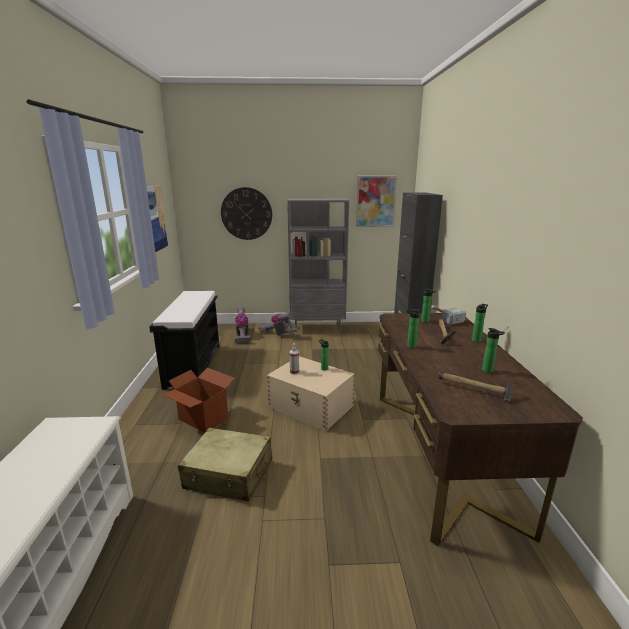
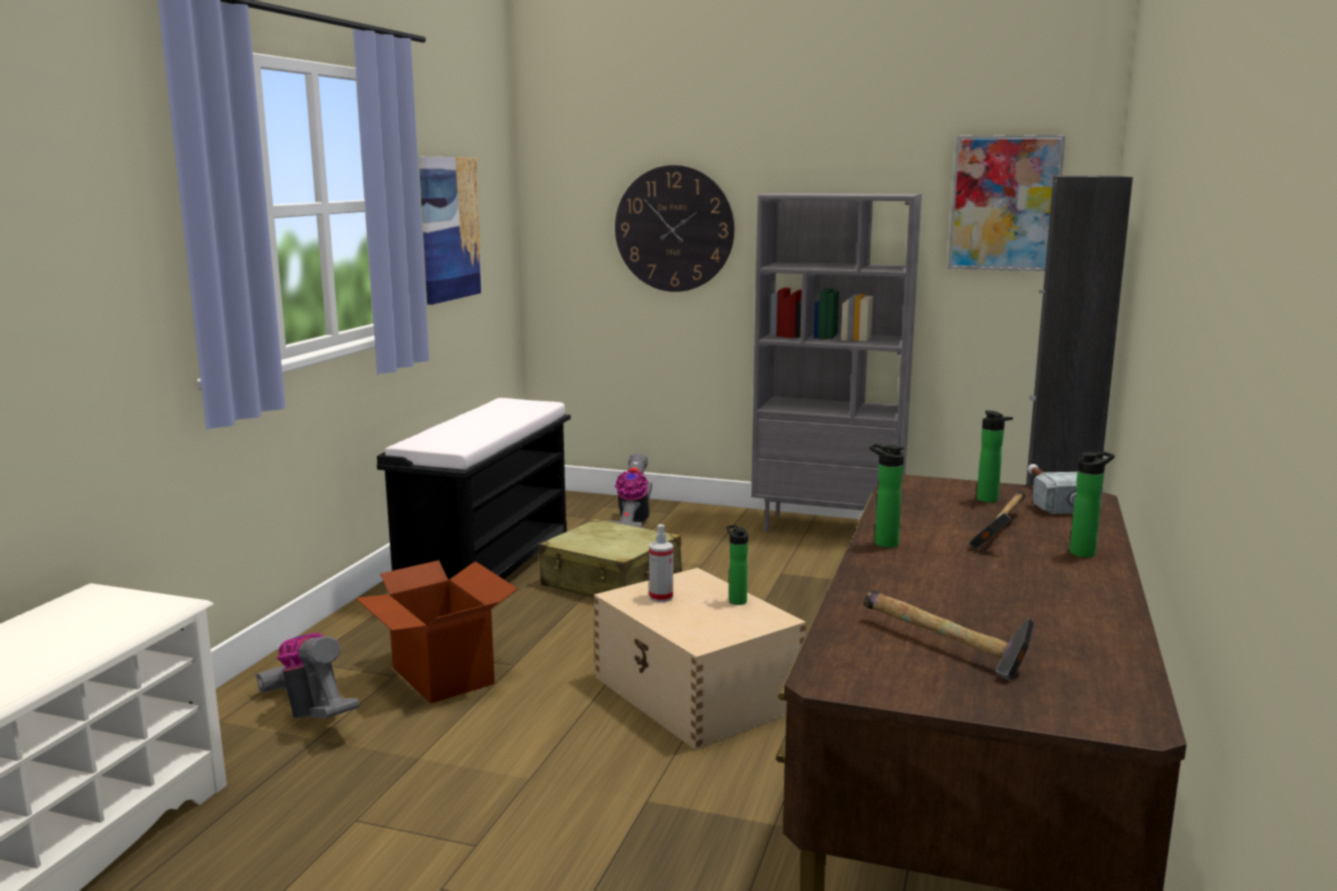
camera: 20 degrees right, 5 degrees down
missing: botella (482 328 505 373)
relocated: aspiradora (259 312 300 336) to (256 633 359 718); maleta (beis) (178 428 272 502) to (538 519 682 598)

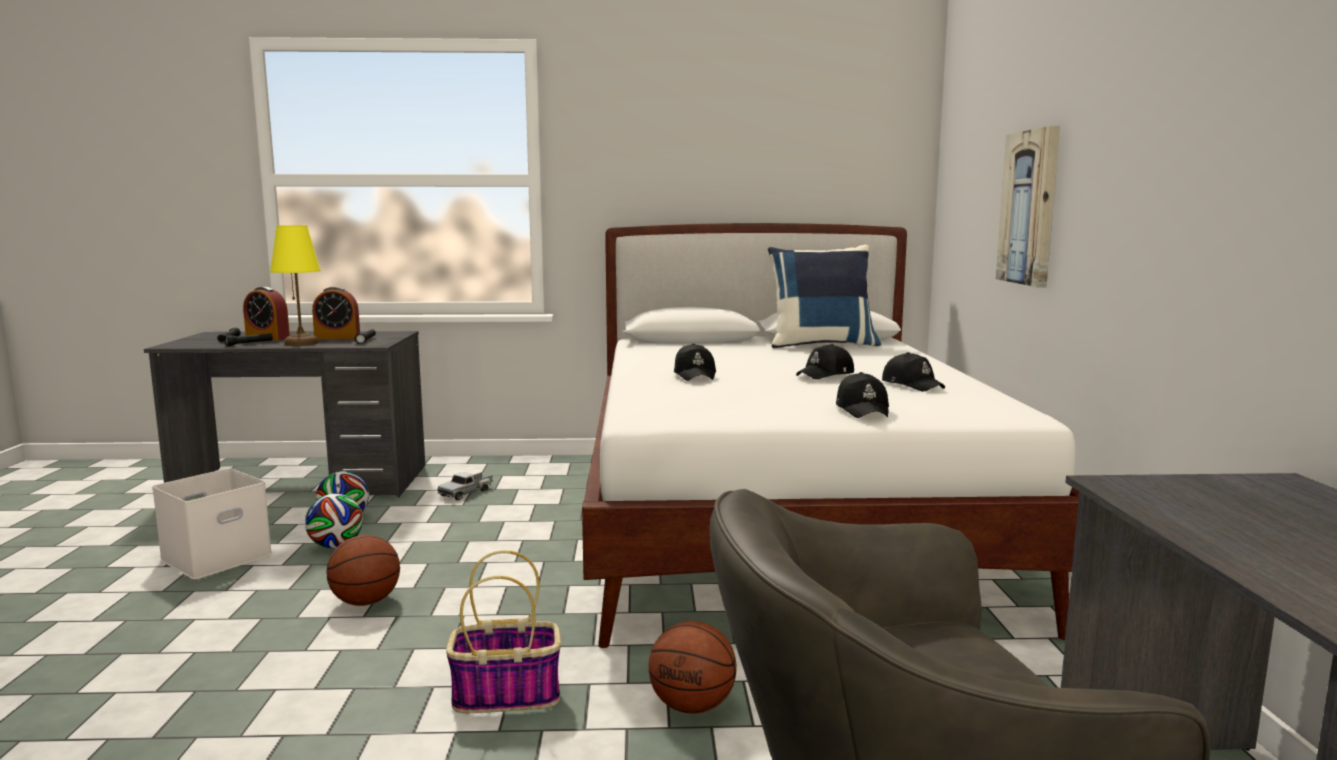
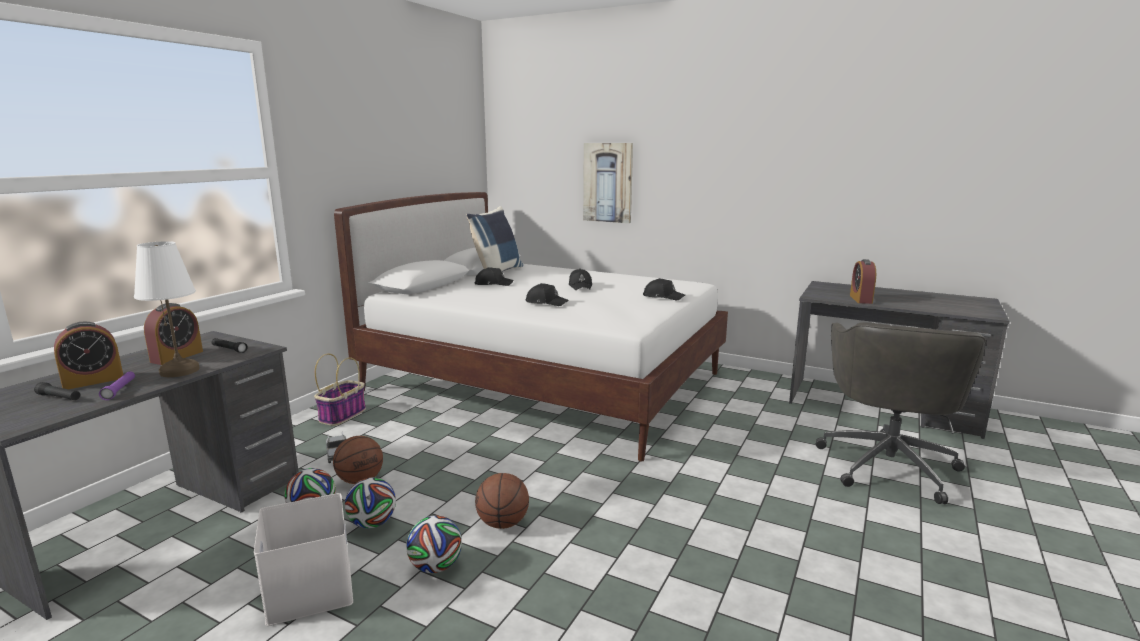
camera: 60 degrees left, 5 degrees up
appeared: balón de fútbol (406 515 462 573); despertador (850 259 876 304)
relocated: cesta (446 550 561 713) to (314 354 366 426); balón de baloncesto (649 621 736 714) to (333 436 383 484); gorra (negro) (882 352 945 391) to (474 267 514 286)
colour: linterna (negro) (224 333 273 346) to linterna (morado) (99 371 135 400); lámpara de mesa (amarillo) (270 225 321 346) to lámpara de mesa (blanco) (134 241 200 377)

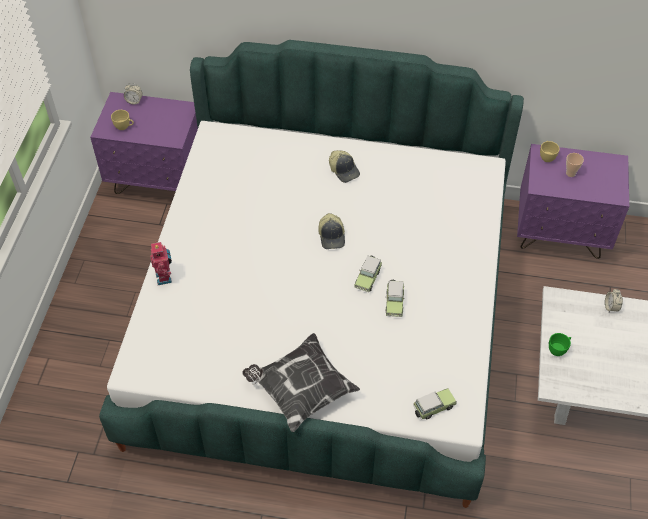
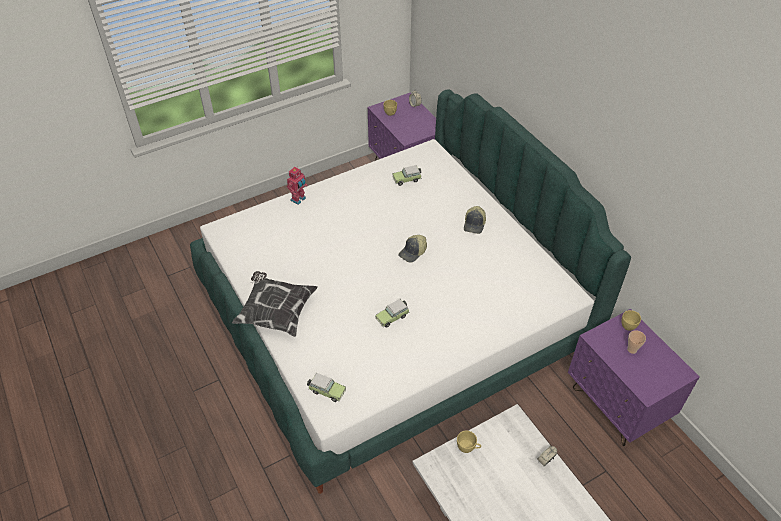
camera: 50 degrees right, 5 degrees down
relocated: coche de juguete (354 256 382 292) to (392 165 421 186)
colour: taza (verde) (549 333 571 356) to taza (amarillo) (457 431 481 453)

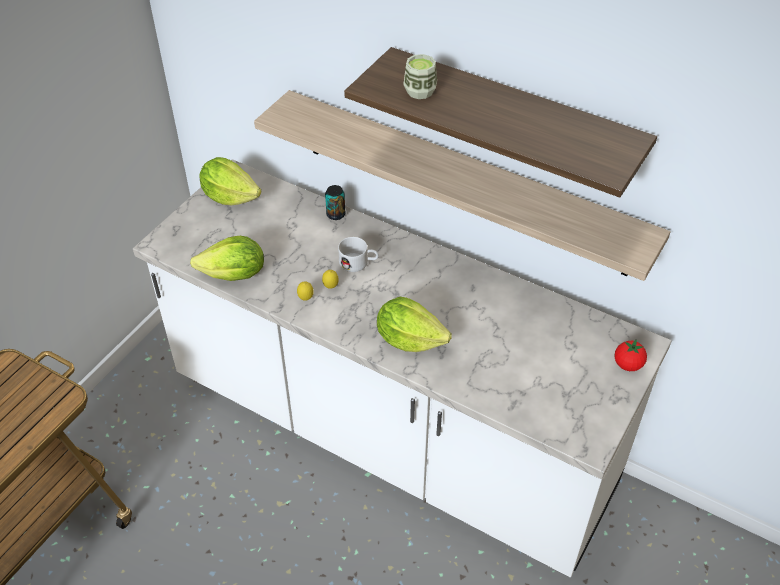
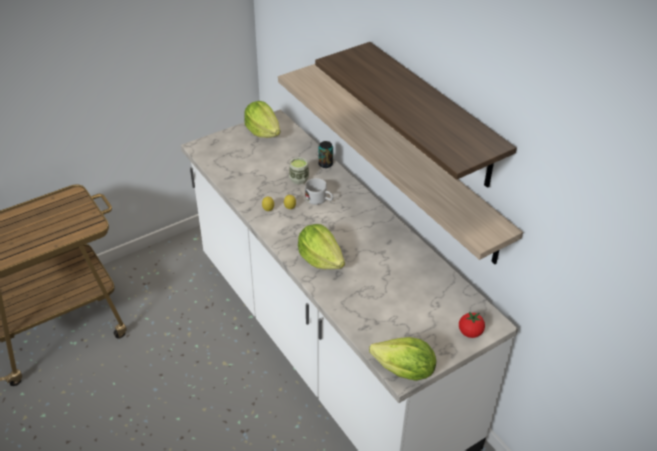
camera: 25 degrees right, 5 degrees down
relocated: taza (403 54 437 99) to (289 157 309 185); lechuga (190 236 264 281) to (369 337 436 381)

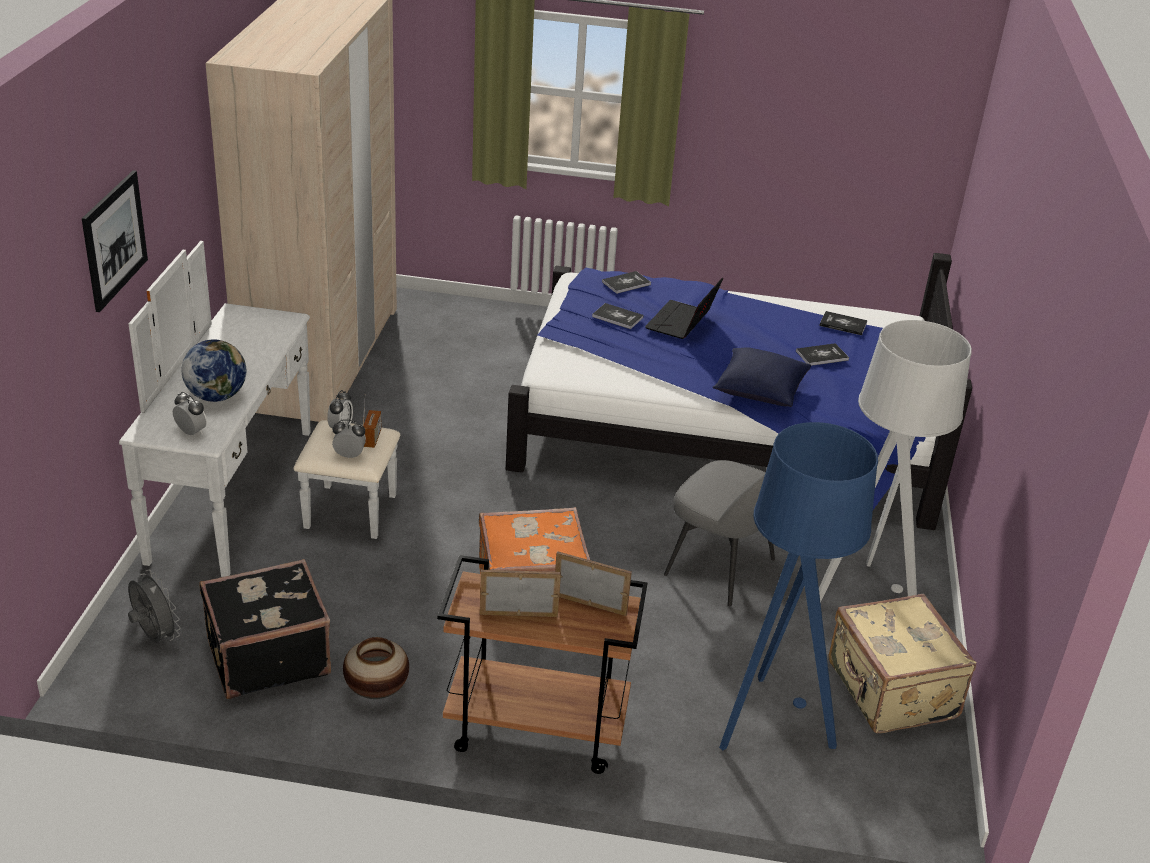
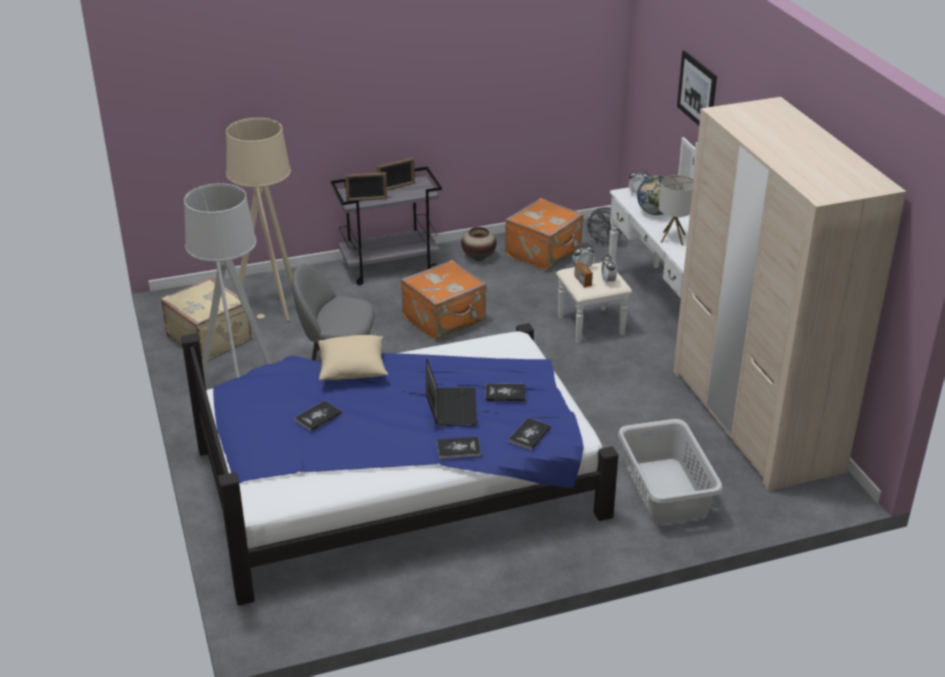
camera: 155 degrees right, 0 degrees up
appeared: cesto de la ropa (gris) (618 419 723 524); lámpara de mesa (659 175 694 245)
relocated: libro (820 311 868 336) to (437 437 481 459)
colour: lámpara de pie (azul) (719 422 878 750) to lámpara de pie (beis) (226 118 293 321); cojín (azul) (712 347 811 407) to cojín (beis) (318 335 388 381); carrito (marrón) (437 555 648 774) to carrito (gris) (331 167 442 285); maleta (negro) (199 559 331 699) to maleta (naranja) (505 198 584 271)

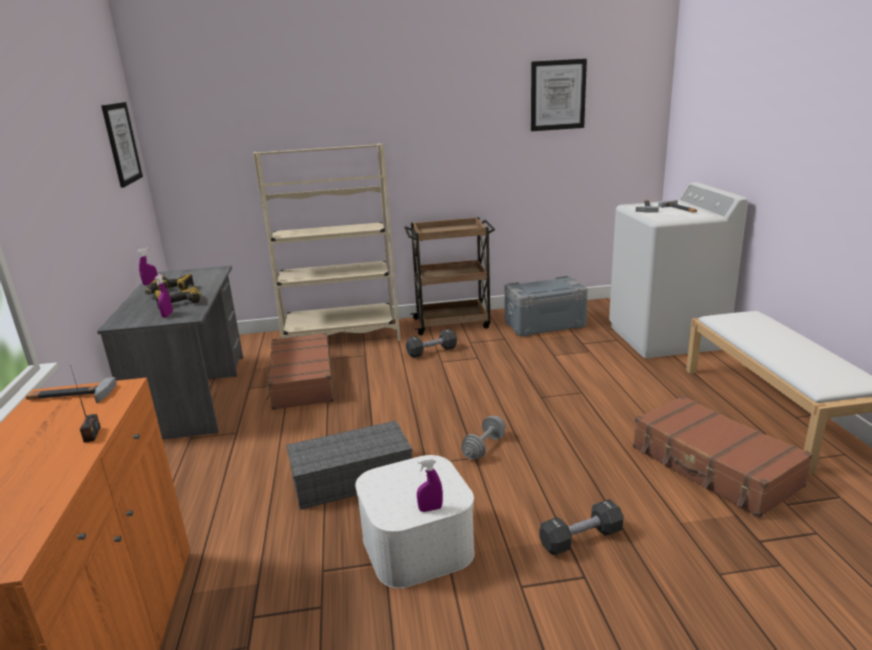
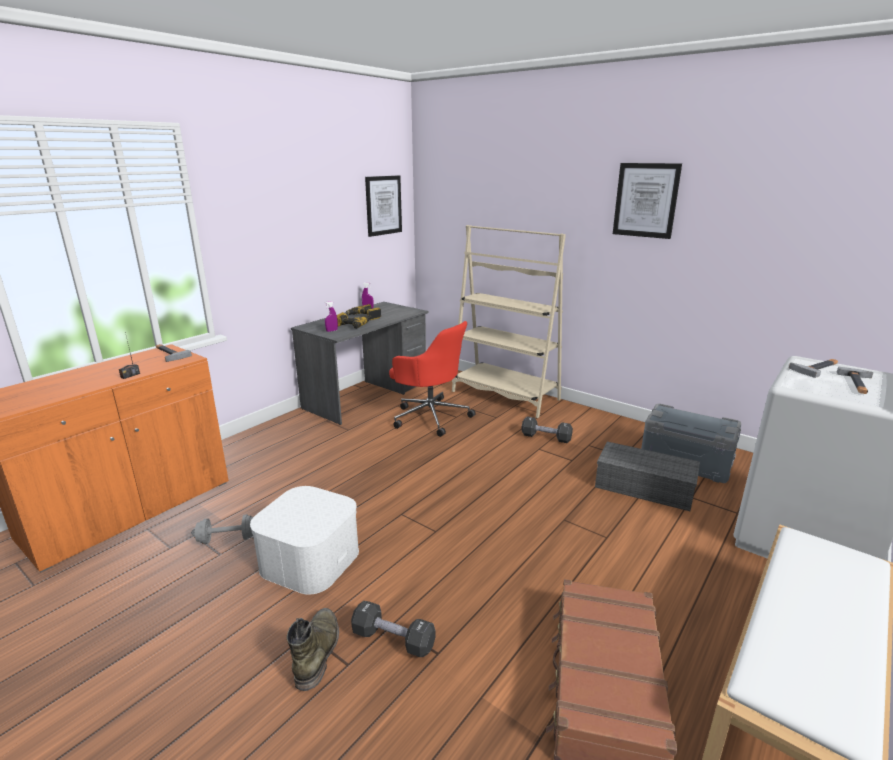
camera: 45 degrees right, 0 degrees up
missing: carrito (marrón) (404 217 495 335); pulverizador (morado) (417 458 443 512)
appeared: bota (verde) (287 608 339 691)
relocated: mancuerna (gris) (461 416 506 460) to (191 514 253 544); caja de almacenaje (gris) (286 421 413 510) to (595 442 700 511); cuadro (531 59 587 131) to (613 163 682 239)
exchanged: maleta (marrón) (266 333 334 410) to silla de oficina (rojo) (389 321 476 437)

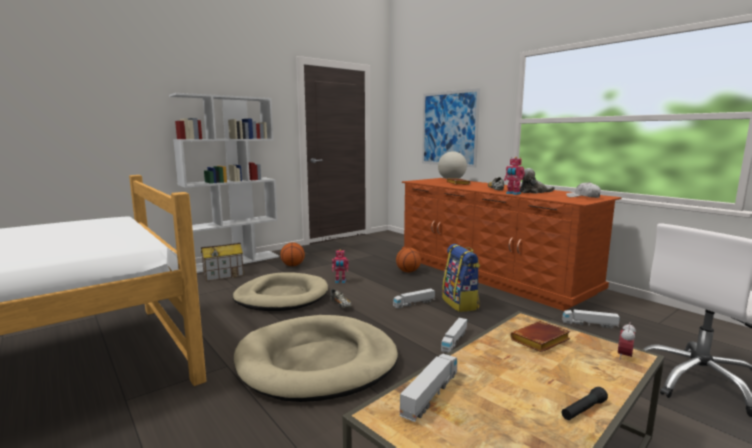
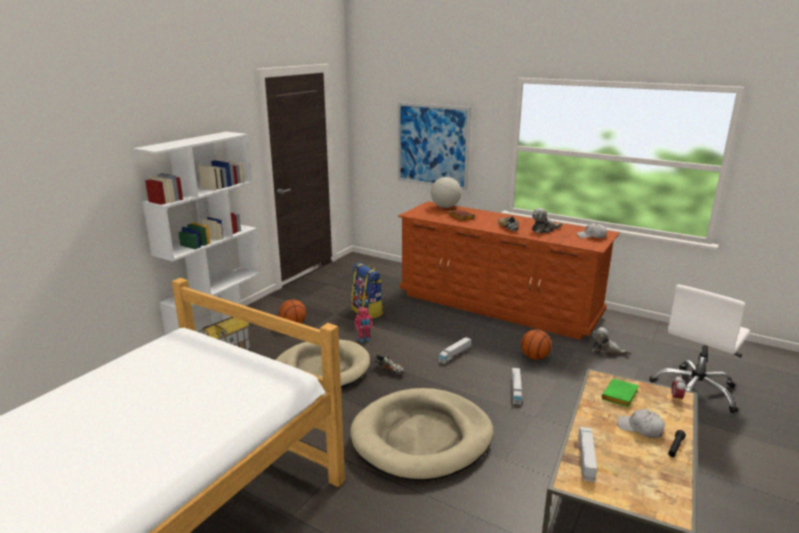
camera: 20 degrees left, 10 degrees up
missing: robot de juguete (504 157 525 195)
appeared: gorra (blanco) (617 409 665 438)
relocated: mochila (442 244 480 312) to (351 263 384 319); balón de baloncesto (396 247 421 272) to (521 329 552 360)
exchanged: camión de juguete (562 309 620 329) to peluche (592 327 629 356)
colour: libro (marrón) (510 321 570 352) to libro (verde) (601 379 639 407)

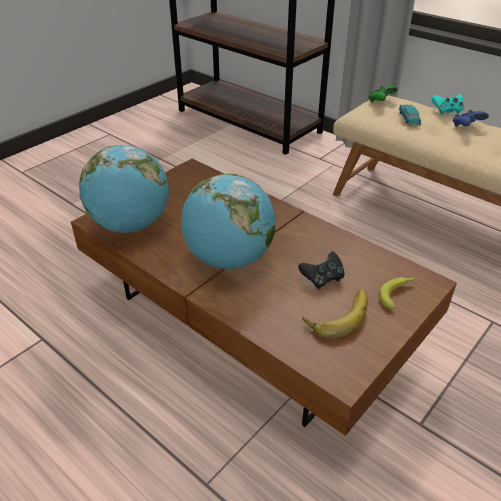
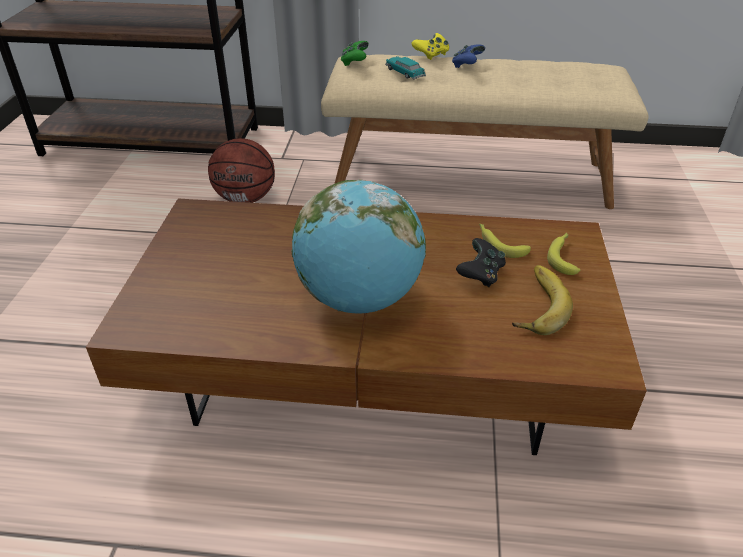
camera: 35 degrees left, 0 degrees up
missing: globo terráqueo (79 145 170 233)
appeared: balón de baloncesto (208 138 275 203); plátano (479 224 531 258)
colour: mando de consola (turquesa) (431 94 464 115) to mando de consola (amarillo) (411 33 450 60)

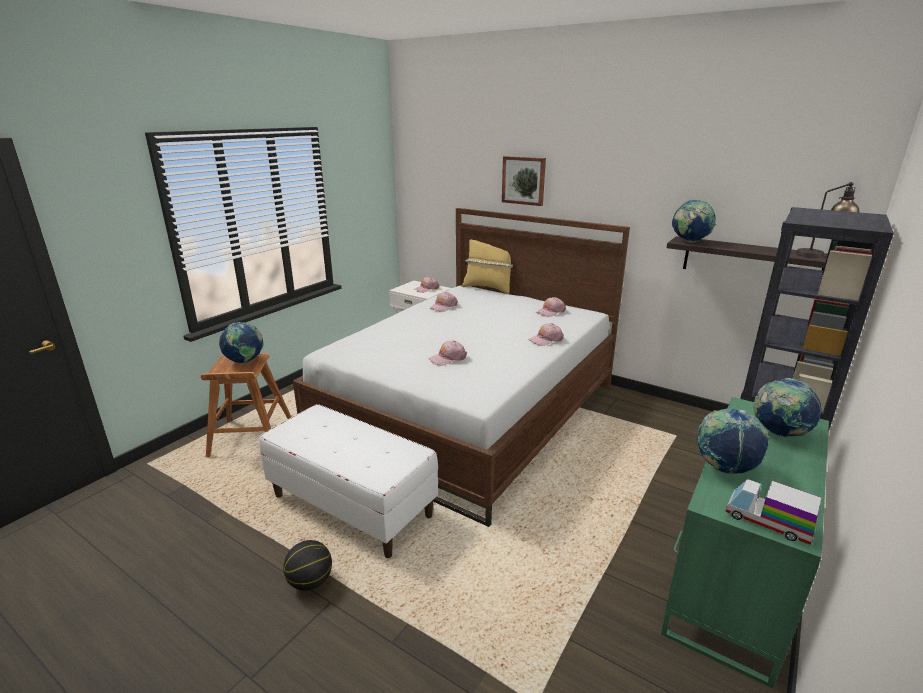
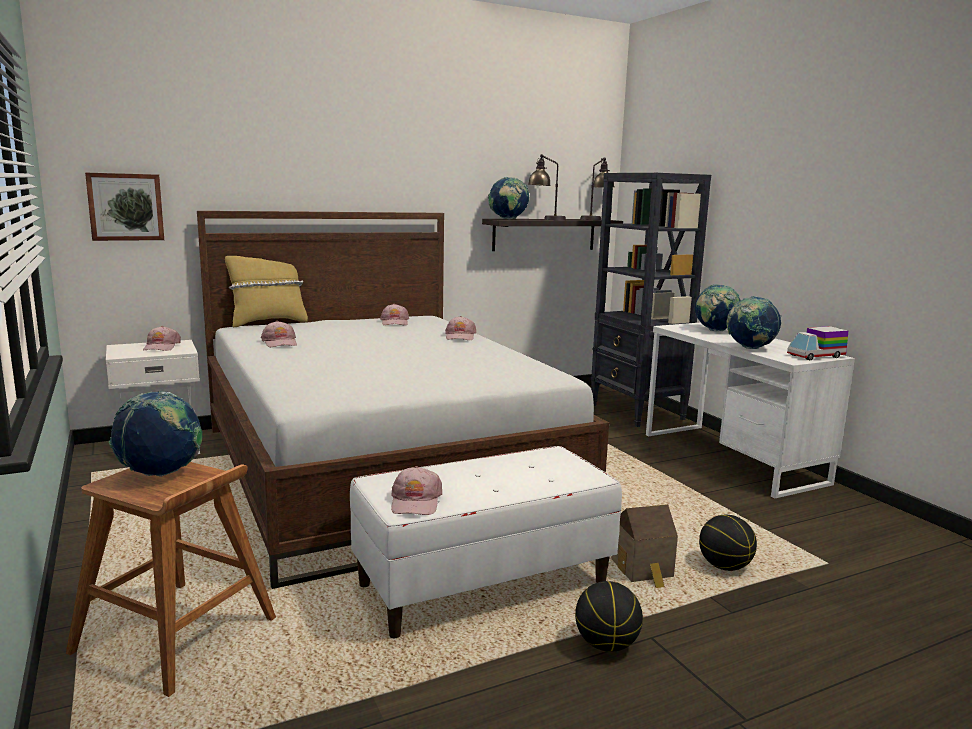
camera: 60 degrees left, 10 degrees down
appeared: lámpara de mesa (528 154 566 220); casita (611 504 678 588); balón de baloncesto (699 515 757 571)
relocated: cuadro (502 156 546 206) to (85 173 164 241); gorra (rosa) (429 340 467 366) to (391 466 442 515)
colour: escritorio (verde) (661 397 829 688) to escritorio (blanco) (646 323 855 498)

